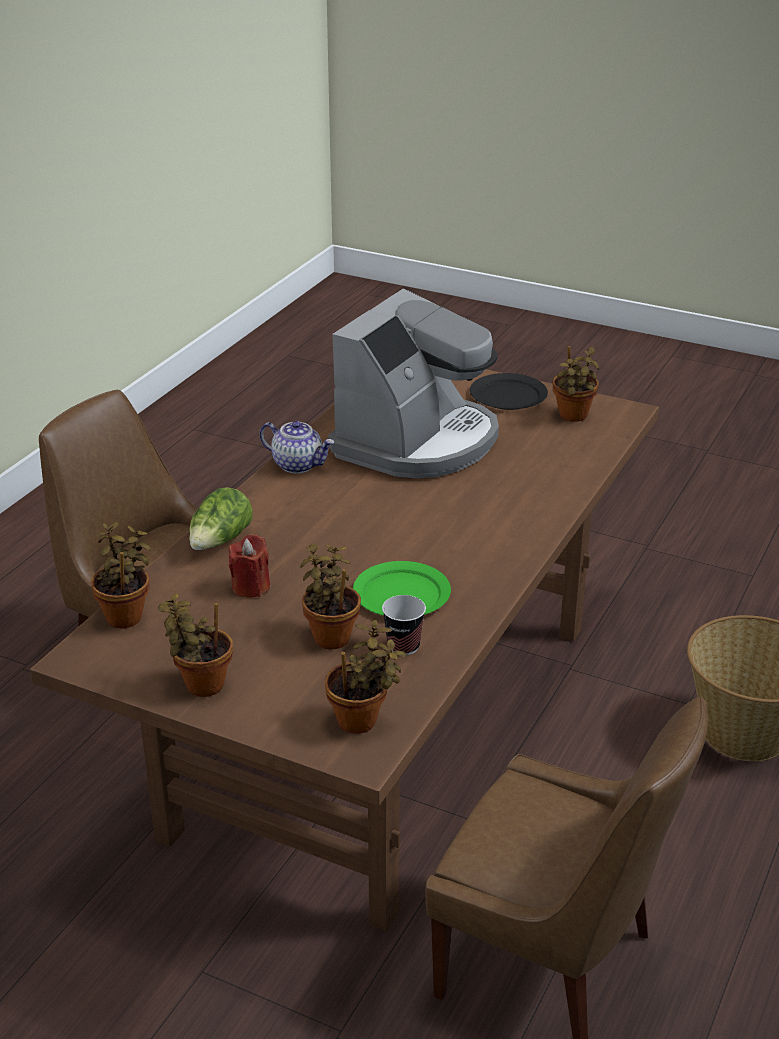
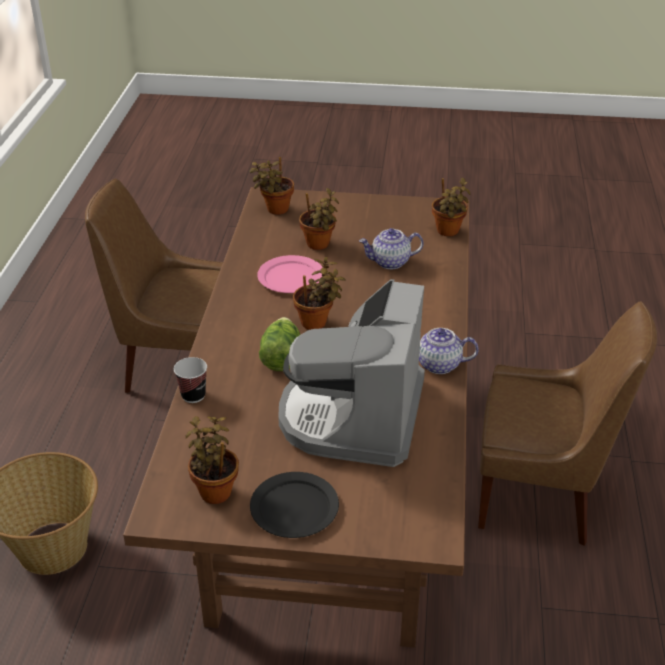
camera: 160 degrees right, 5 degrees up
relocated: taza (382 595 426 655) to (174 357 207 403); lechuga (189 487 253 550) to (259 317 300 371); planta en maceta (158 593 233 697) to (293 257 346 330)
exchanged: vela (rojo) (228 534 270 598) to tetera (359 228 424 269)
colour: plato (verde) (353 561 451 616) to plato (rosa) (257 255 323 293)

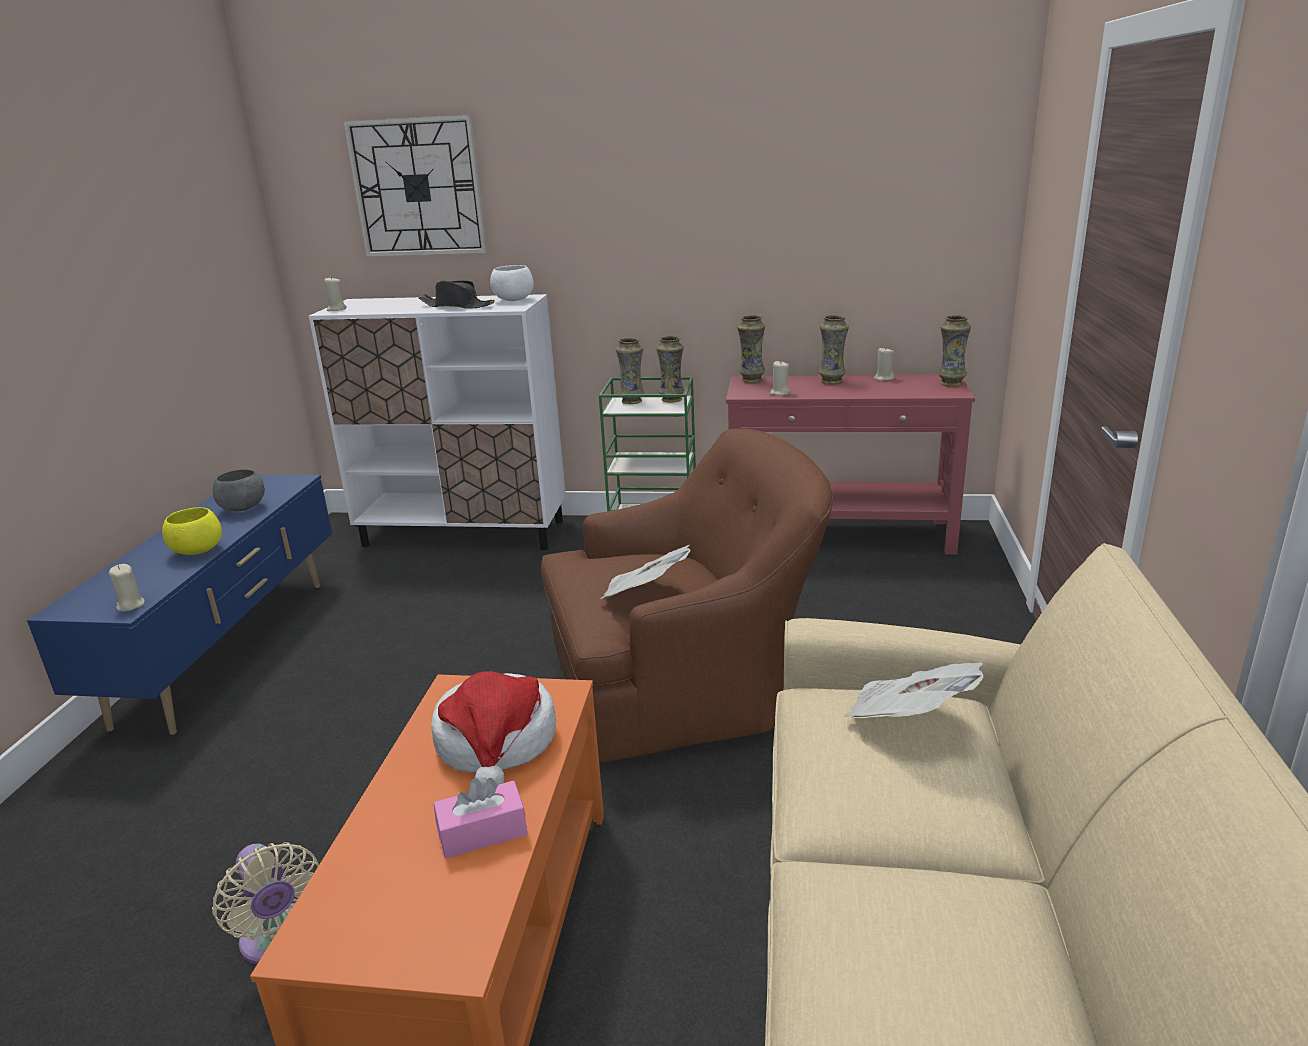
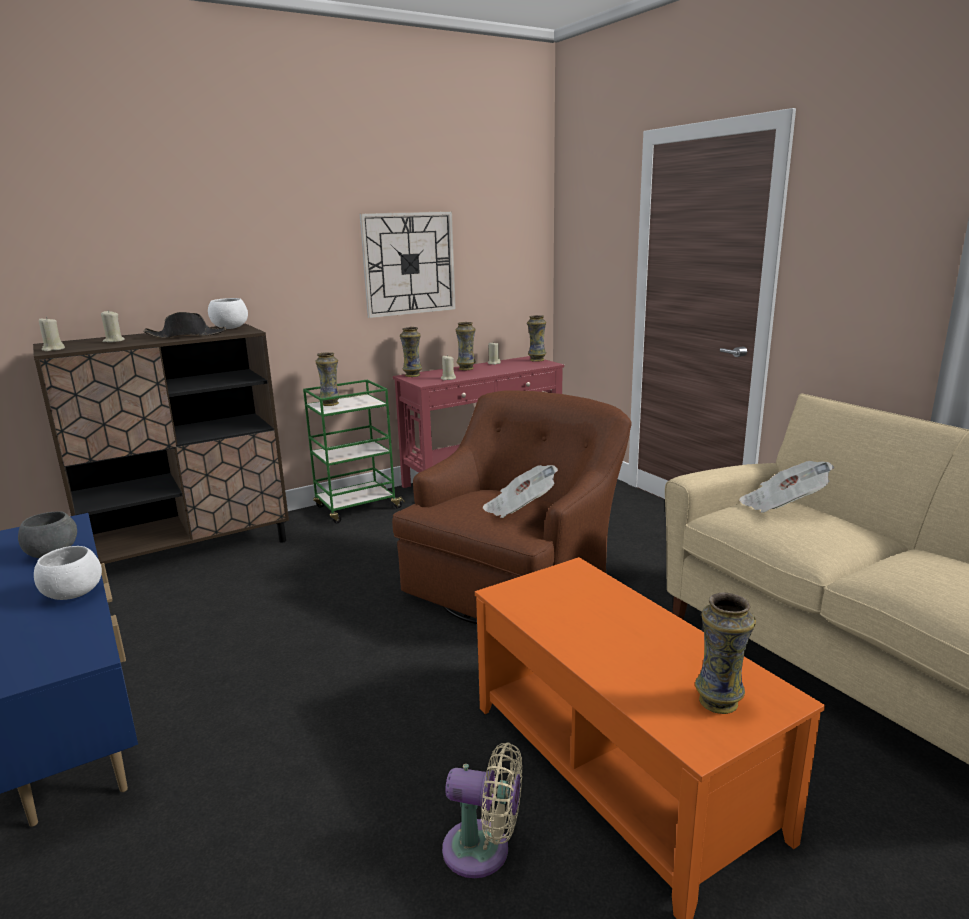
camera: 40 degrees left, 5 degrees down
missing: sombrero (431 671 556 784); caja de pañuelos (rosa) (434 778 527 859)
relocated: vela (beis) (109 564 145 612) to (101 310 125 343); reloj de pared (343 114 488 257) to (360 211 456 318); florero (656 336 684 403) to (695 593 756 714)
colour: armario (blanco) (309 294 566 550) to armario (marrón) (33 324 289 564); cuenco (amarillo) (162 507 222 555) to cuenco (blanco) (34 546 102 600)

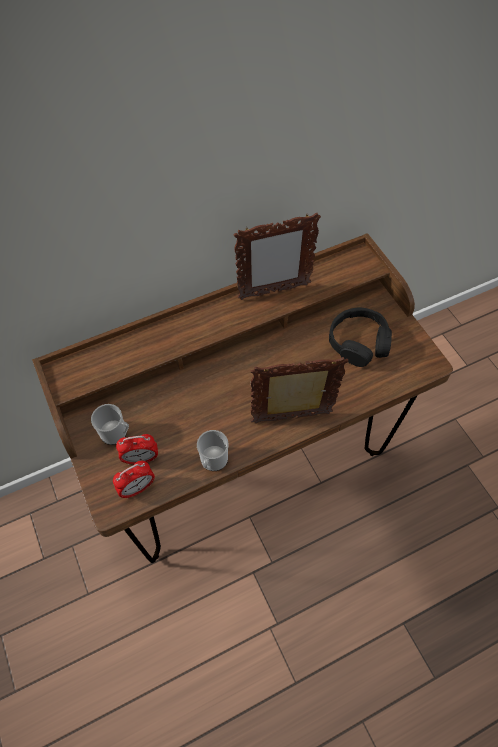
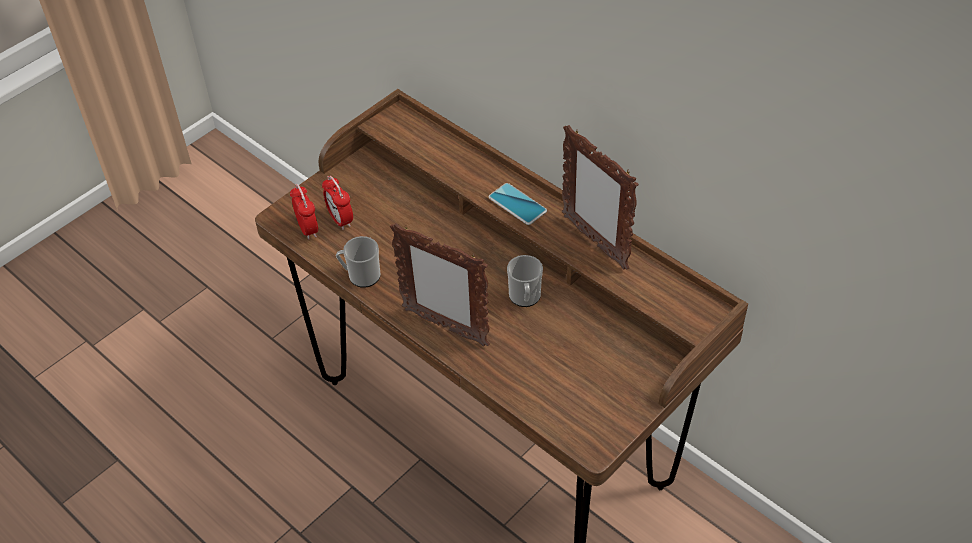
camera: 70 degrees right, 10 degrees down
missing: auriculares (negro) (329 308 392 367)
appeared: móvil (489 183 547 225)
relocated: taza grande (91 404 129 445) to (507 255 543 307)
spun: despertador (113 461 155 498) = (290 184 318 240) 150 degrees counterclockwise; portarretratos (250 357 349 423) = (390 223 490 347) 150 degrees clockwise

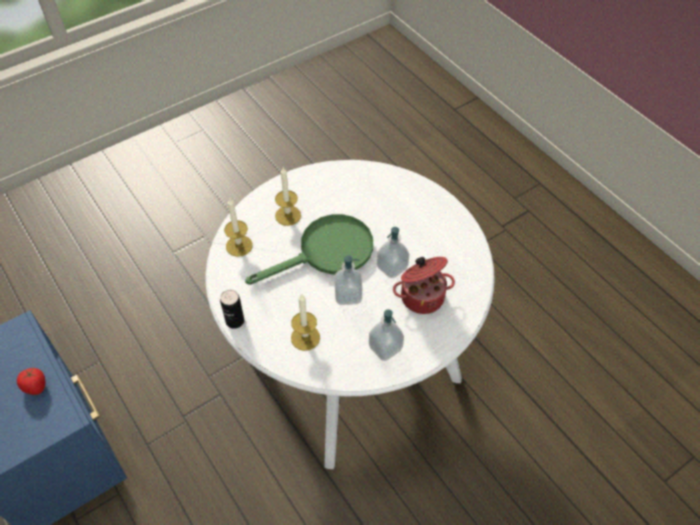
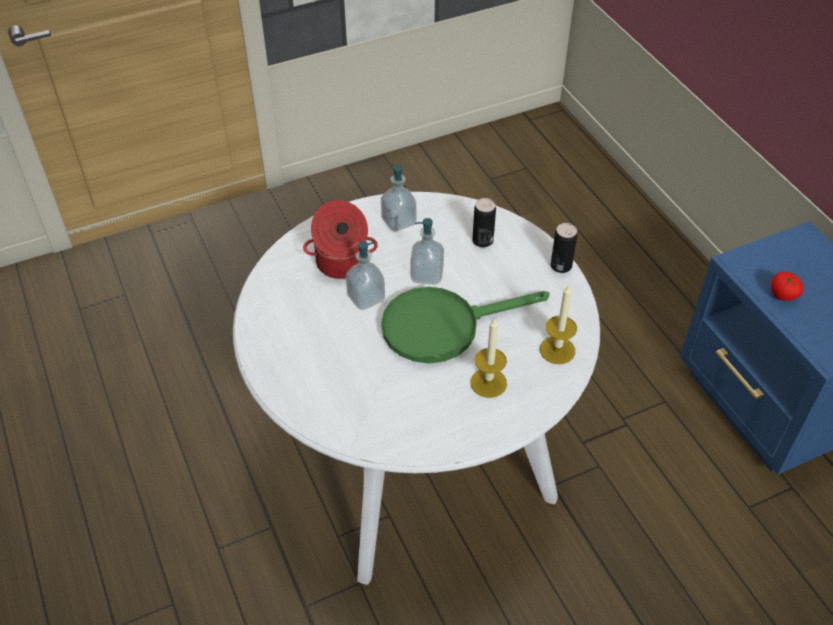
camera: 170 degrees left, 5 degrees down
exchanged: vela (291 293 320 351) to lata (472 198 496 247)

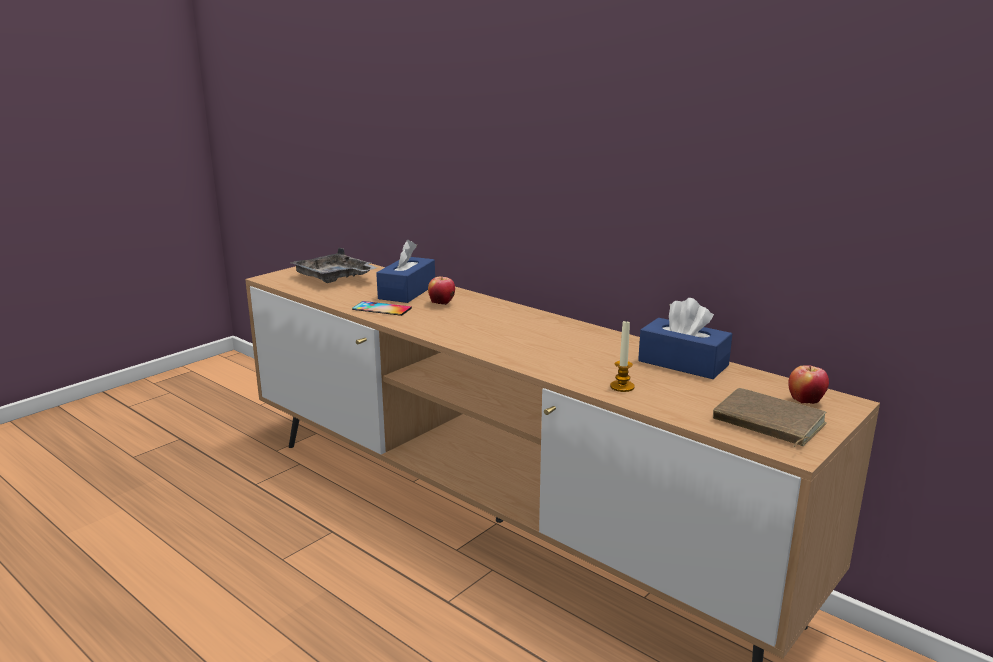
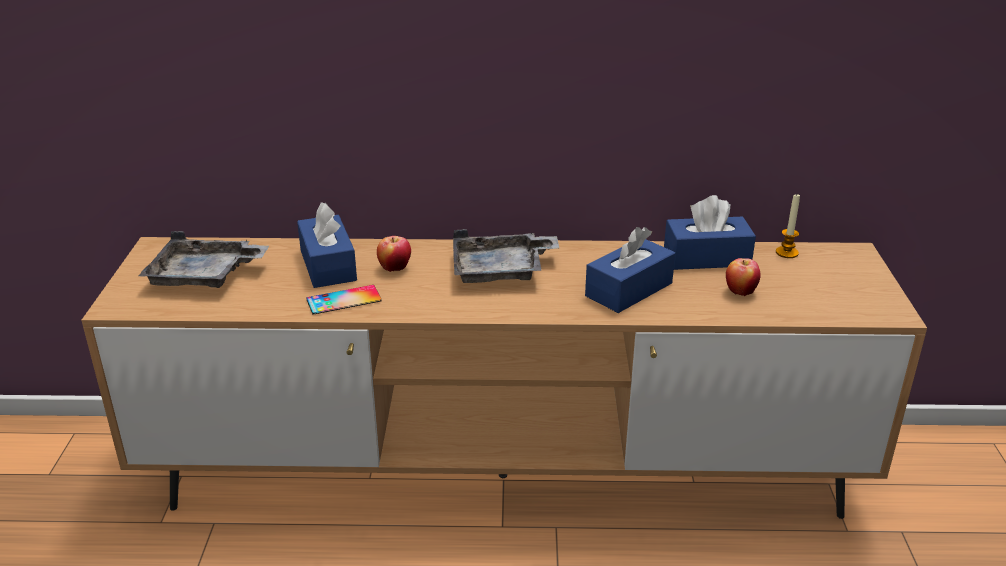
camera: 40 degrees left, 10 degrees up
missing: libro (marrón) (713 388 826 447)
appeared: bandeja (gris) (453 229 559 283); caja de pañuelos (azul) (585 227 675 313)
relocated: manzana (788 365 829 404) to (726 258 761 296); vela (610 319 635 392) to (776 194 800 258)

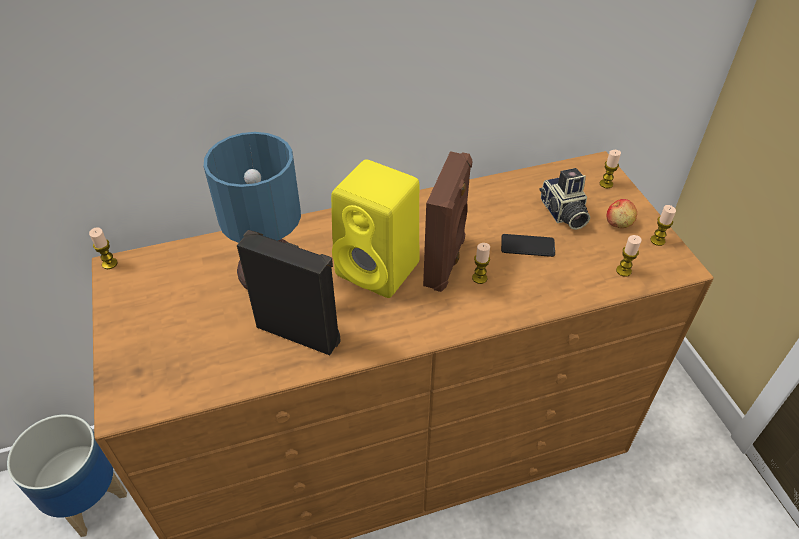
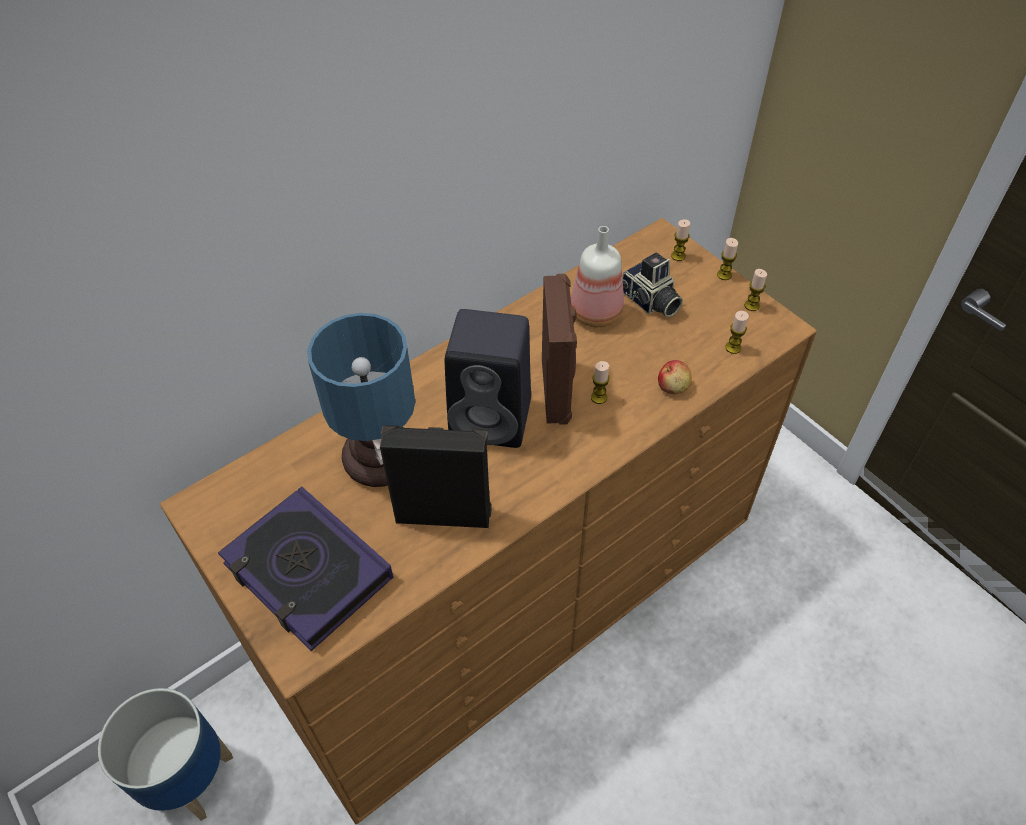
camera: 20 degrees left, 5 degrees up
missing: móvil (501 234 555 257)
appeared: libro (218 487 393 651); botella (571 226 624 327)
relocated: manzana (607 199 637 228) to (658 360 692 394); vela (89 227 118 269) to (717 238 738 280)
colour: altavoz (amarillo) (331 159 420 298) to altavoz (negro) (445 309 531 448)

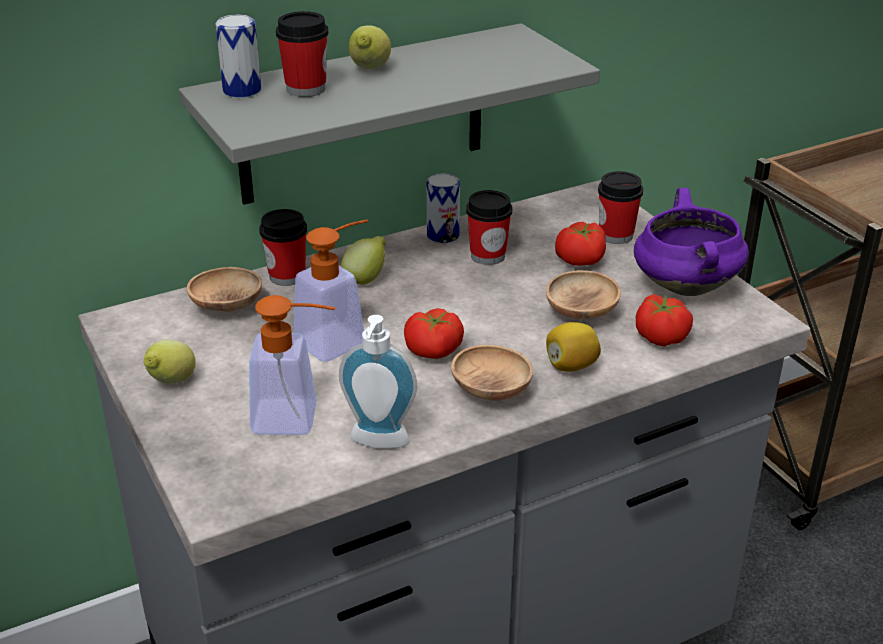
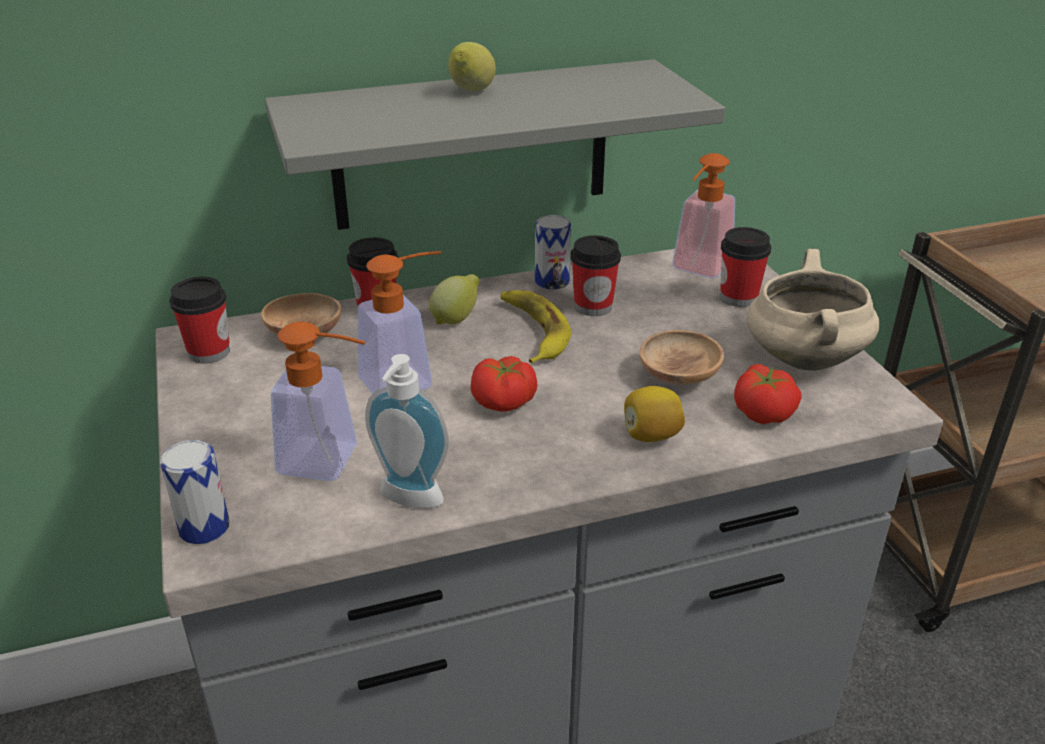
camera: 10 degrees right, 0 degrees up
missing: limón (144 340 196 384); cuenco (marrón) (451 345 533 401); tomate (555 222 606 266)
appeared: plátano (501 290 571 364); dispensador de jabón (672 153 735 278)
relocated: lata (215 14 261 98) to (160 440 230 544); taza (276 11 329 97) to (169 277 230 364)
colour: olla (morado) (634 188 749 296) to olla (beis) (747 249 880 371)

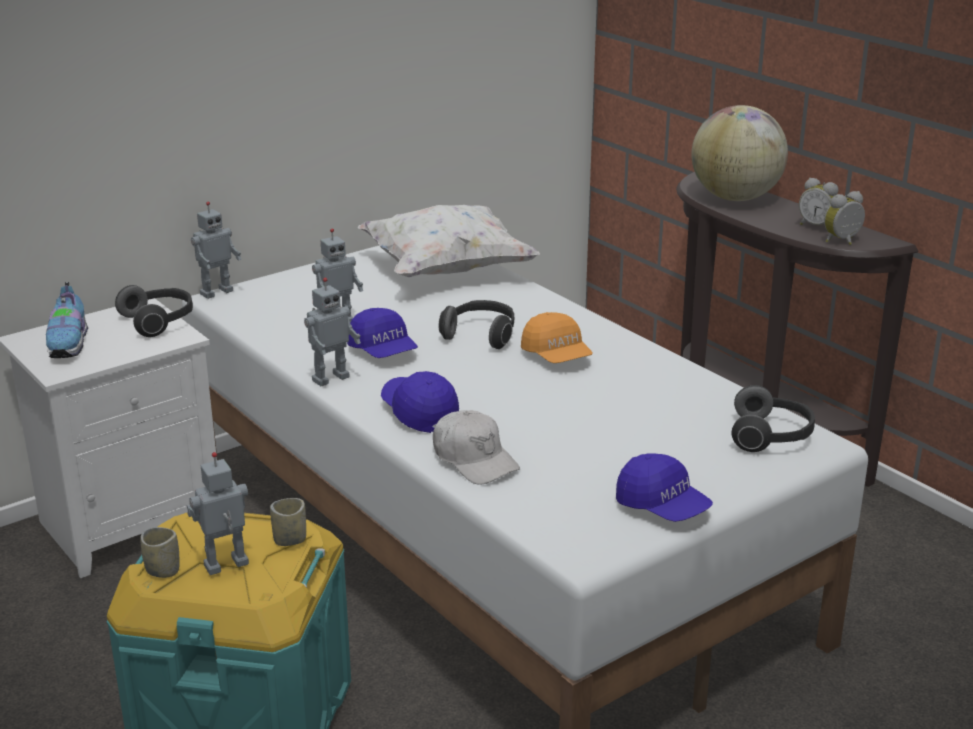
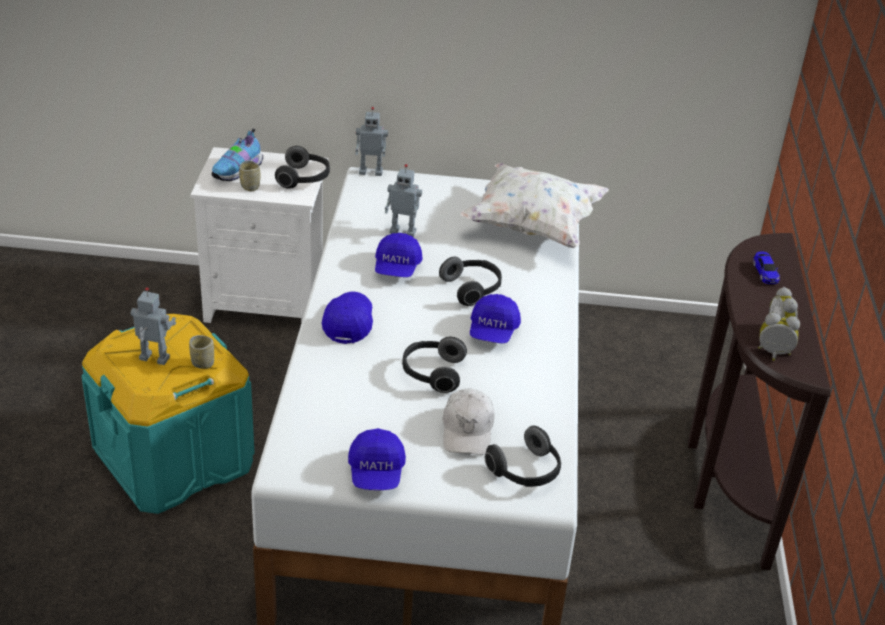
camera: 40 degrees right, 10 degrees up
missing: robot de juguete (304 277 361 386)
appeared: auriculares (402 337 467 393)
relocated: taza (140 527 180 578) to (239 160 261 191); gorra (blanco) (433 410 520 485) to (443 389 495 455)
exchanged: globo terráqueo (691 105 788 201) to coche de juguete (753 252 780 284)
colour: gorra (naranja) (521 312 593 363) to gorra (azul) (470 294 521 343)

